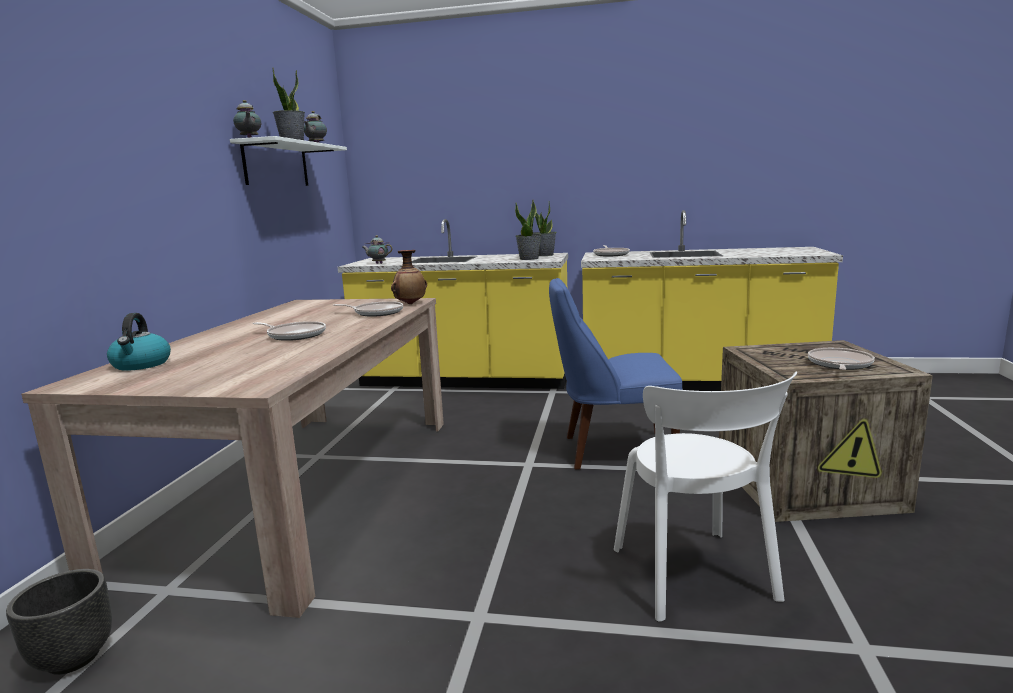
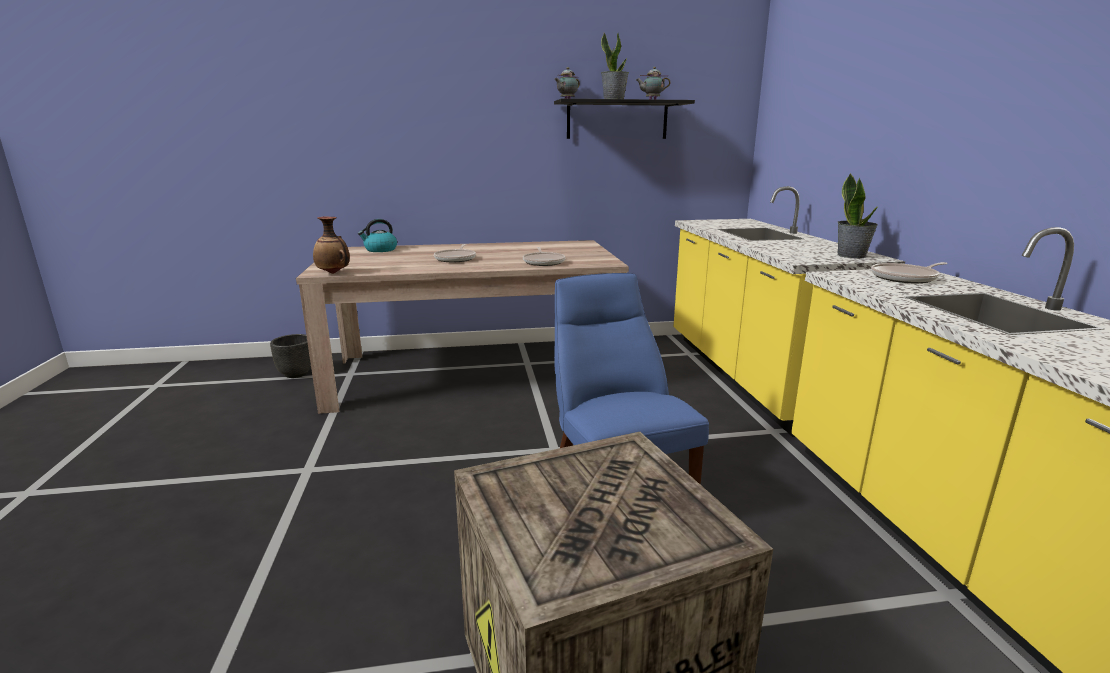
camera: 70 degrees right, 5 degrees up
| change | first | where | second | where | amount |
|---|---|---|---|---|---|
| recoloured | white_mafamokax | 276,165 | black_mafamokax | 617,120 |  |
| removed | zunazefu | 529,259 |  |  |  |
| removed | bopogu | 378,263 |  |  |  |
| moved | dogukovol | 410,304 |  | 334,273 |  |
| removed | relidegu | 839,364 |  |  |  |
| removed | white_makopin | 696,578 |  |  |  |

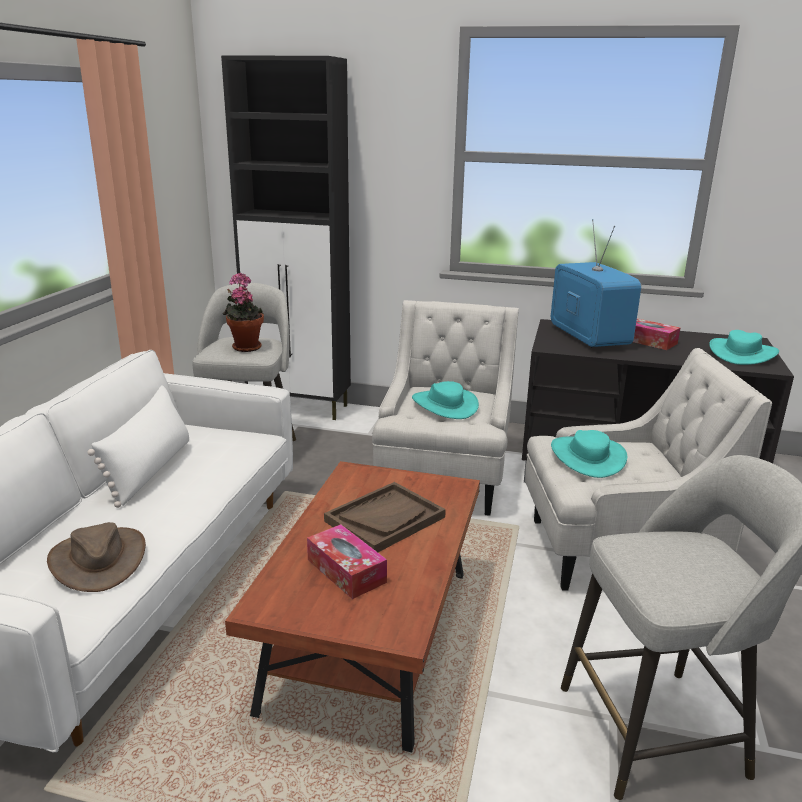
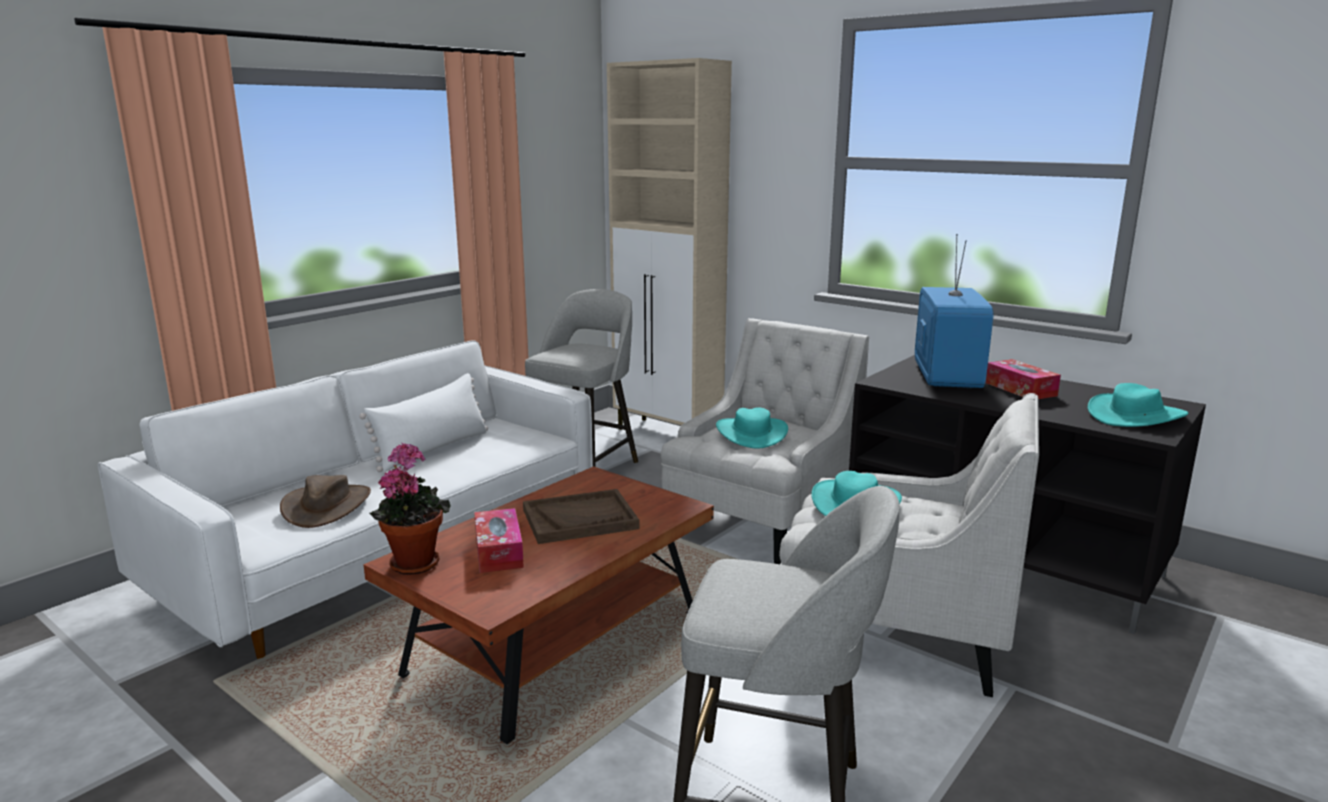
camera: 25 degrees right, 5 degrees down
| change | first | where | second | where | amount |
|---|---|---|---|---|---|
| recoloured | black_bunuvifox | 300,408 | beige_bunuvifox | 668,434 |  |
| moved | zunazefu | 245,347 |  | 414,561 |  |

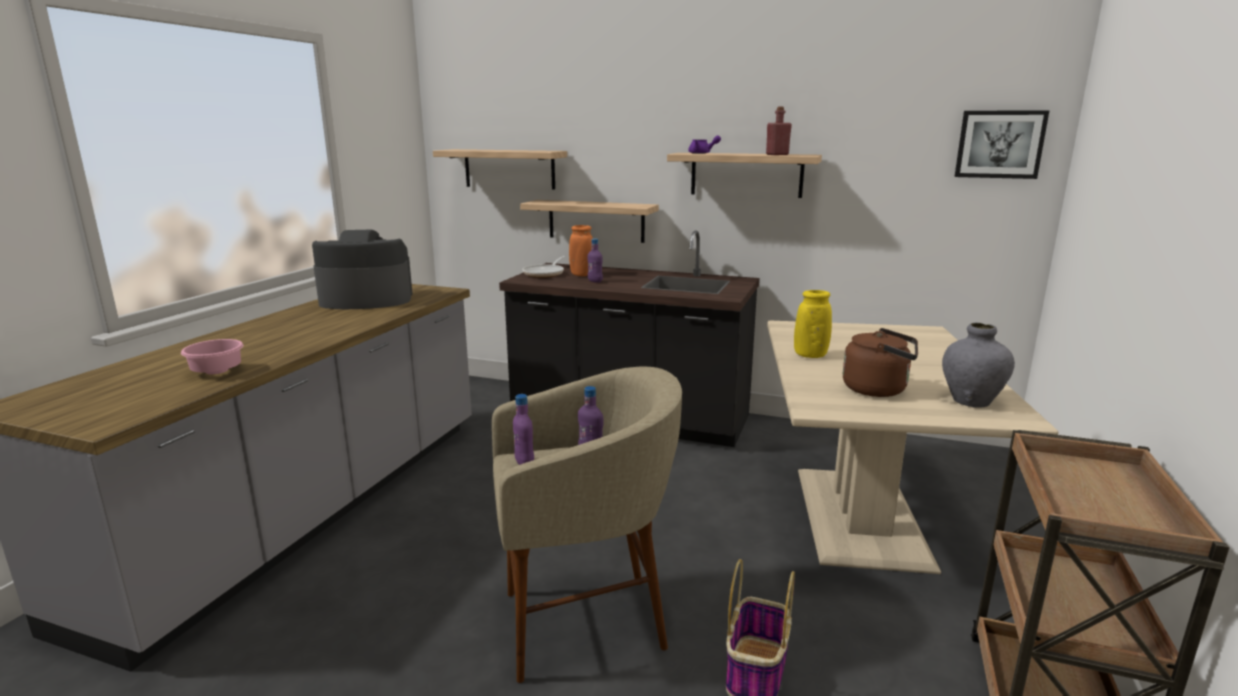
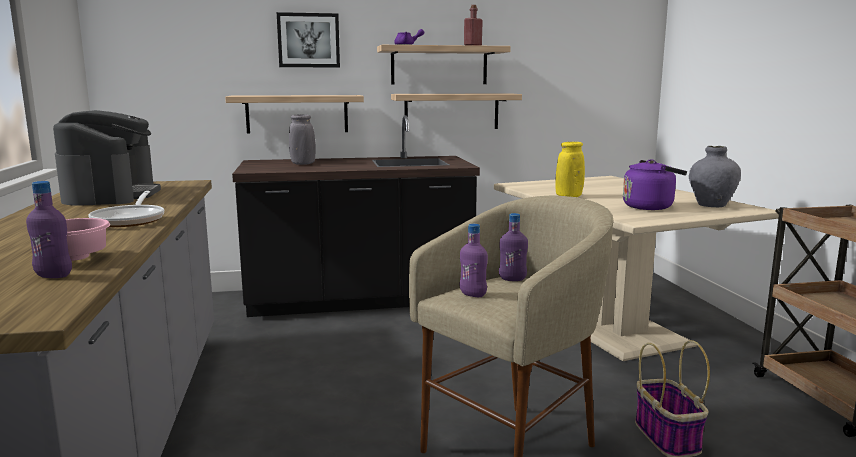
camera: 30 degrees left, 5 degrees down
| change | first | where | second | where | amount |
|---|---|---|---|---|---|
| moved | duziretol | 999,144 |  | 308,40 |  |
| moved | mafamokax | 509,169 |  | 451,111 |  |
| recoloured | orange_dogukovol | 582,275 | grey_dogukovol | 303,164 |  |
| turned | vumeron | 366,300 |  | 111,195 | 120 degrees clockwise |
| moved | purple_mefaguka | 595,281 |  | 54,276 |  |
| moved | relidegu | 545,273 |  | 130,220 |  |
| recoloured | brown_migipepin | 878,389 | purple_migipepin | 650,207 |  |

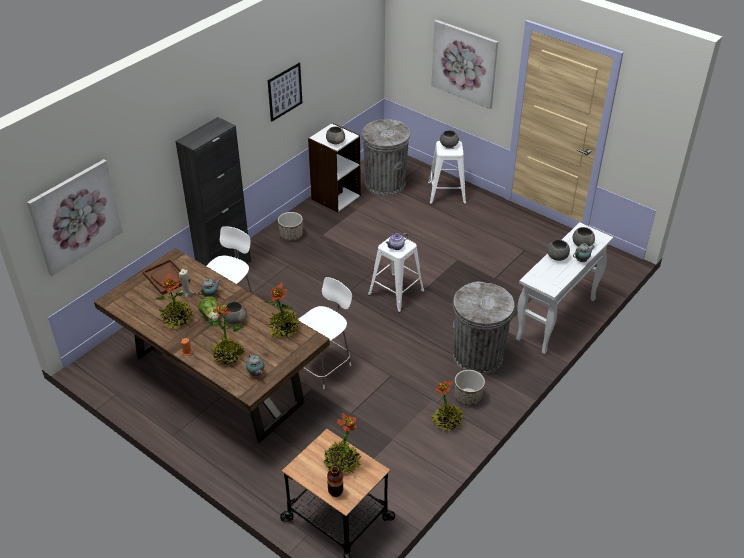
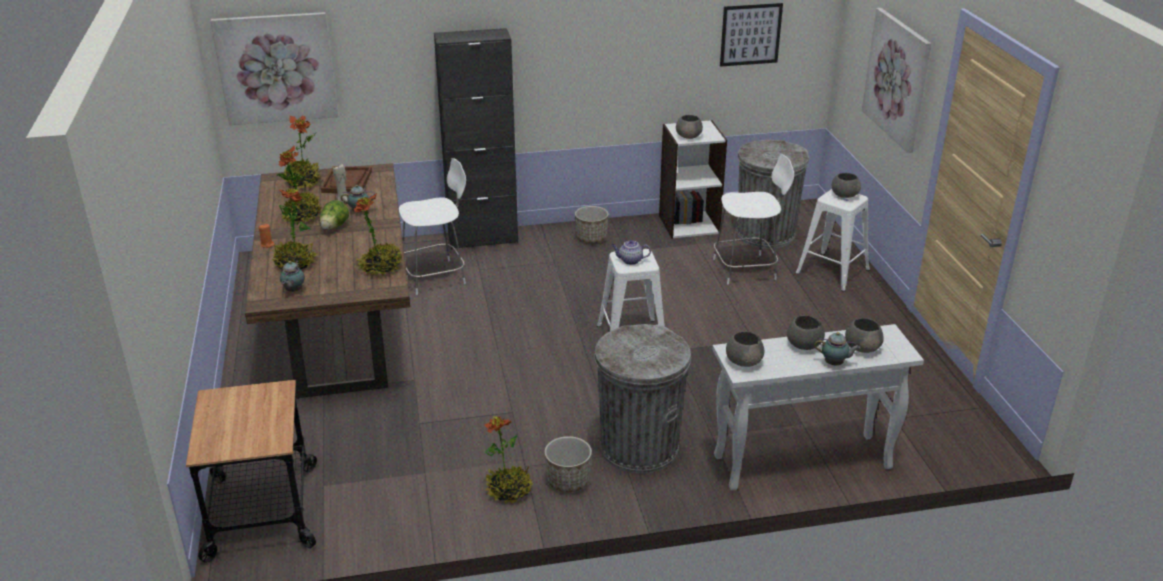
camera: 40 degrees right, 10 degrees down
| change | first | where | second | where | amount |
|---|---|---|---|---|---|
| moved | duziretol | 285,91 |  | 750,34 |  |
| moved | white_makopin | 324,366 |  | 747,269 |  |
| moved | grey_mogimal | 235,319 |  | 744,361 |  |
| moved | zunazefu | 341,463 |  | 303,182 |  |
| removed | dogukovol | 335,491 |  |  |  |

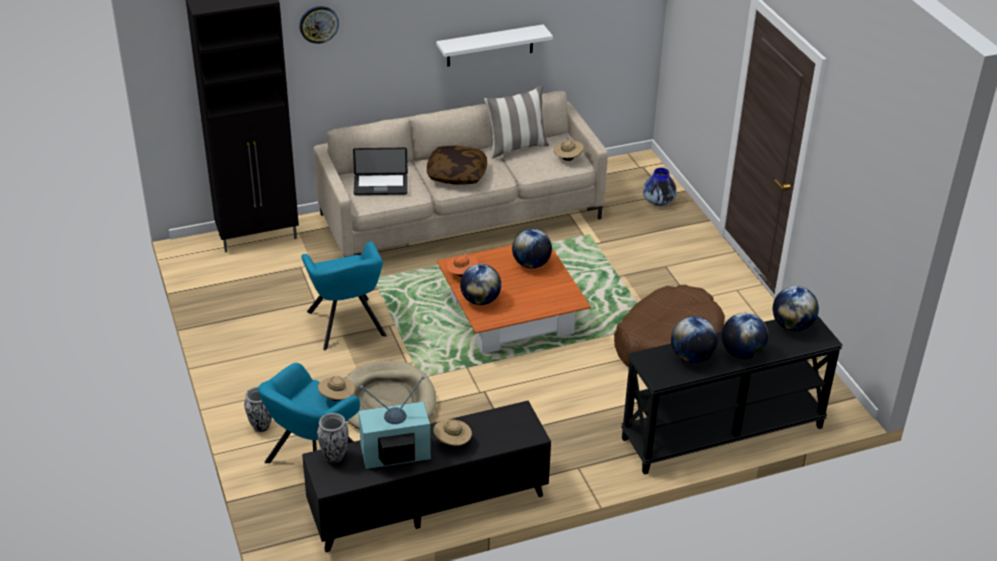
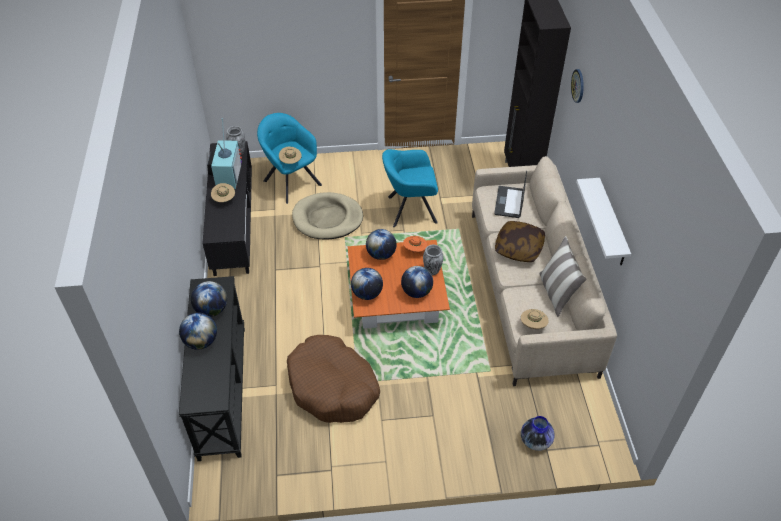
camera: 105 degrees right, 10 degrees up
| change | first | where | second | where | amount |
|---|---|---|---|---|---|
| moved | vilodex | 792,326 |  | 367,294 |  |
| moved | dogukovol | 261,426 |  | 432,271 |  |

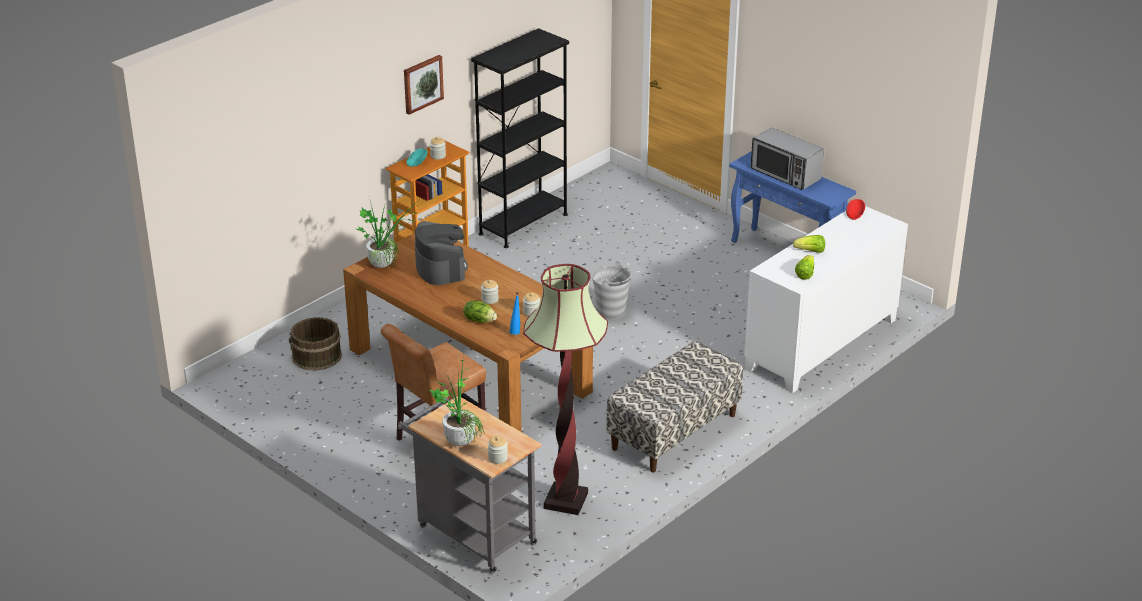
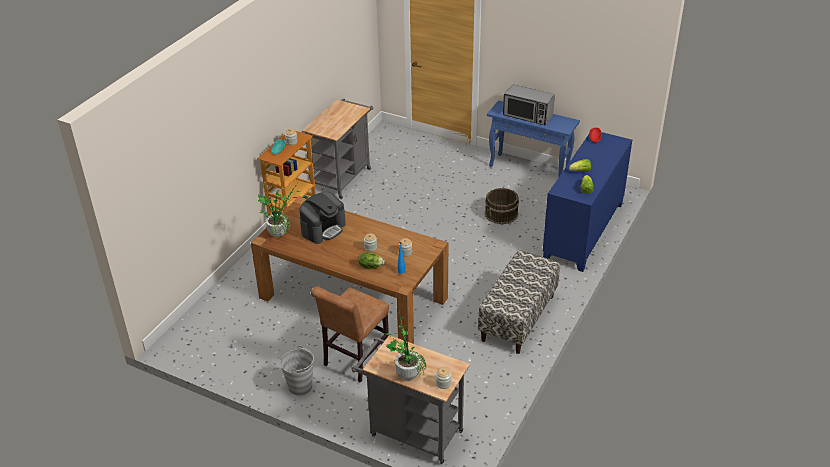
camera: 15 degrees left, 5 degrees up
| change | first | where | second | where | amount |
|---|---|---|---|---|---|
| replaced | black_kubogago | 523,224 | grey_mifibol | 343,177 |  |
| removed | duziretol | 422,84 |  |  |  |
| recoloured | white_bunuvifox | 822,344 | blue_bunuvifox | 584,231 |  |
| turned | vumeron | 440,268 |  | 323,229 | 75 degrees clockwise |
| moved | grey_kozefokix | 611,312 |  | 300,386 |  |
| removed | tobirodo | 565,500 |  |  |  |
| moved | brown_kozefokix | 316,356 |  | 501,214 |  |

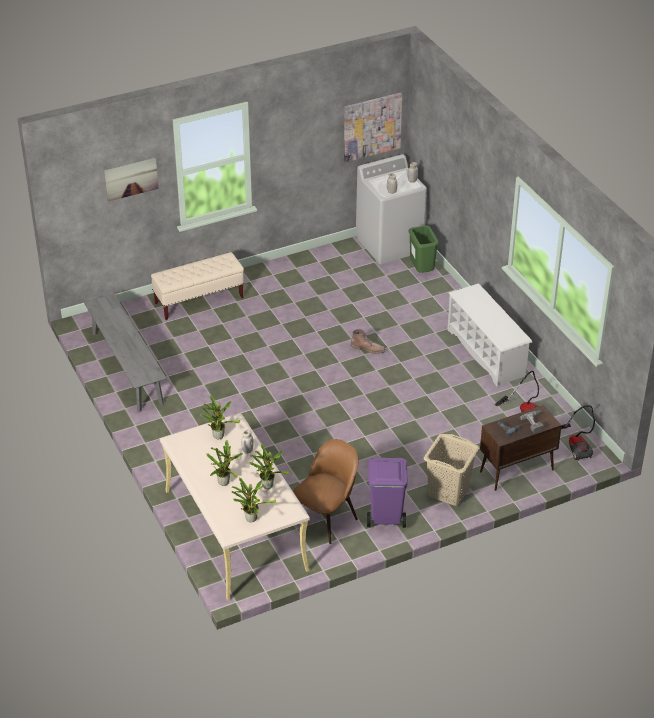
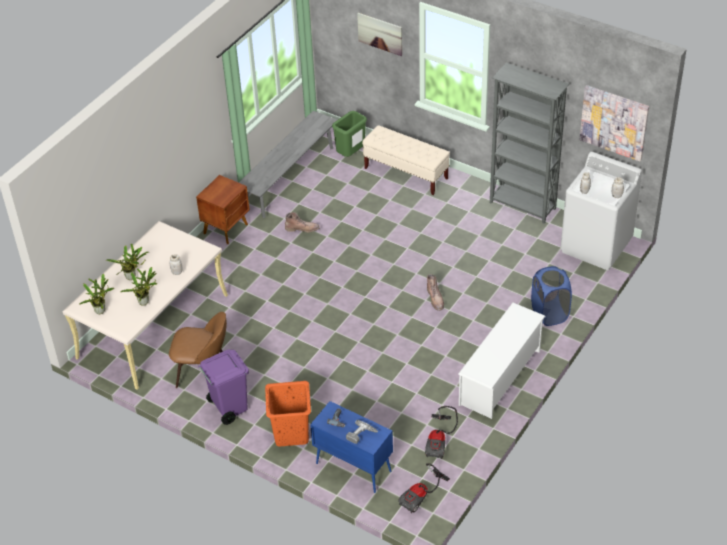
camera: 60 degrees right, 5 degrees up
| change | first | where | second | where | amount |
|---|---|---|---|---|---|
| moved | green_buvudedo | 422,271 |  | 351,155 |  |
| removed | zunazefu | 218,435 |  |  |  |
| recoloured | brown_bunuvifox | 516,471 | blue_bunuvifox | 352,467 |  |
| recoloured | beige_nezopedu | 448,491 | orange_nezopedu | 291,433 |  |
| added |  |  | grey_kubogago | 522,206 |  |
| added |  |  | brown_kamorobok | 226,228 |  |
| added |  |  | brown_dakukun | 302,228 |  |
| added |  |  | blue_nezopedu | 549,314 |  |

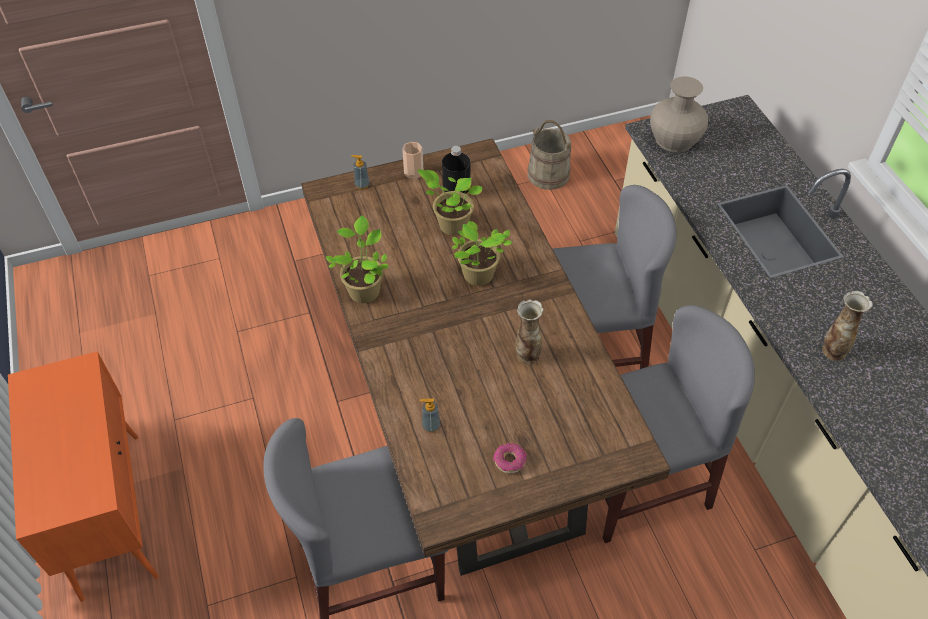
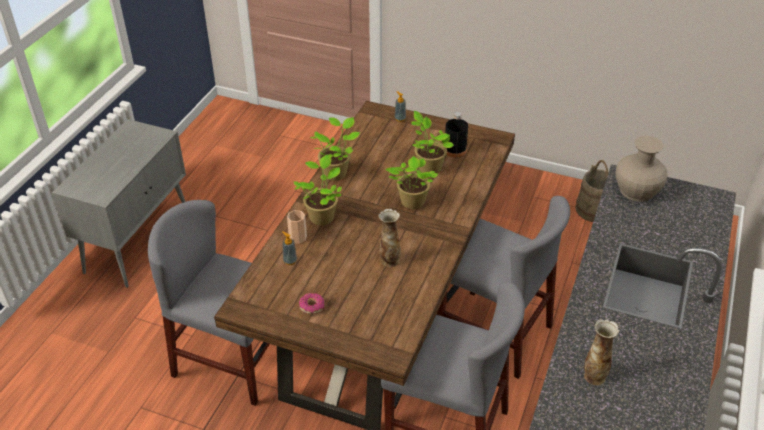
camera: 40 degrees right, 10 degrees down
| change | first | where | second | where | amount |
|---|---|---|---|---|---|
| moved | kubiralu | 413,172 |  | 297,237 |  |
| recoloured | orange_bunuvifox | 110,512 | grey_bunuvifox | 138,241 |  |
| added |  |  | zunazefu | 322,216 |  |

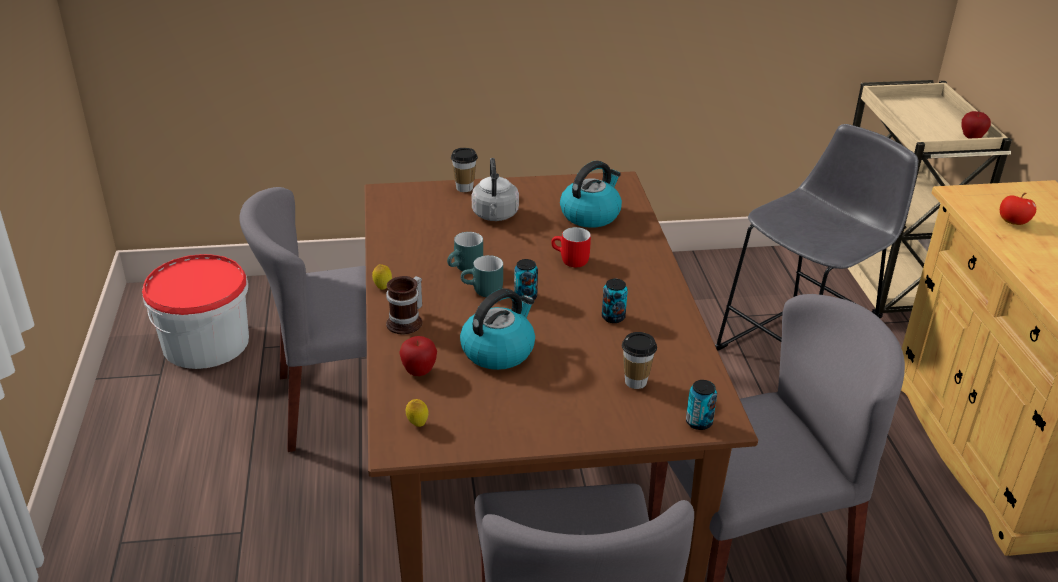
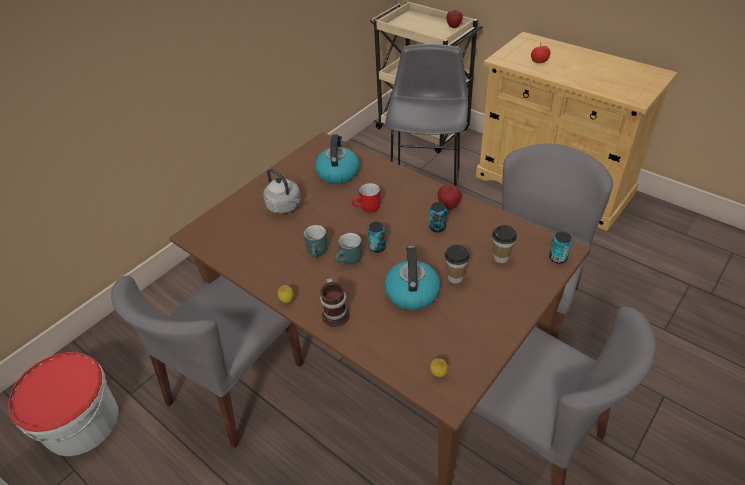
camera: 40 degrees left, 10 degrees up
| change | first | where | second | where | amount |
|---|---|---|---|---|---|
| moved | kubiralu | 464,188 |  | 455,277 |  |
| moved | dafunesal | 419,372 |  | 448,206 |  |

